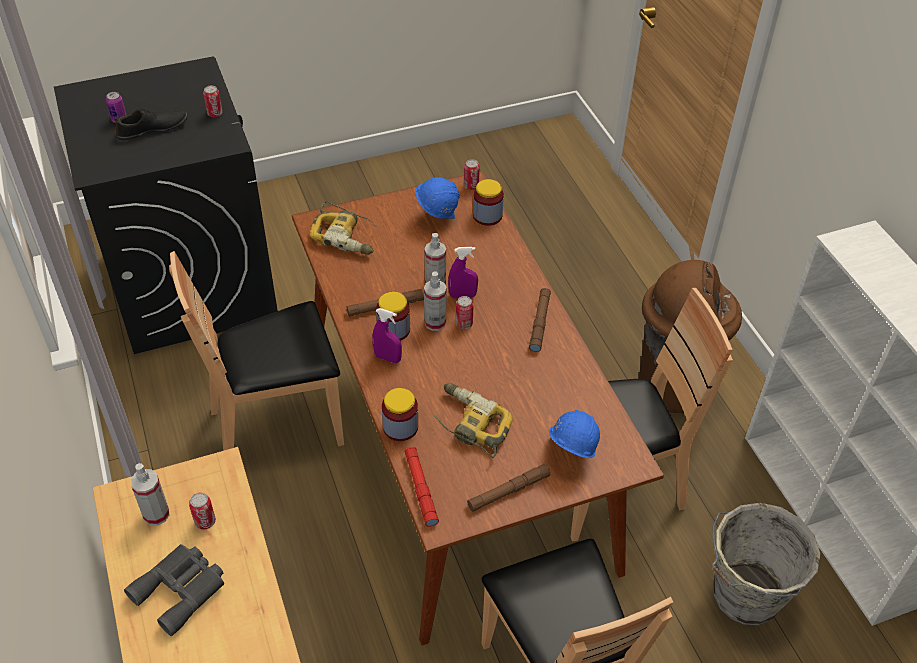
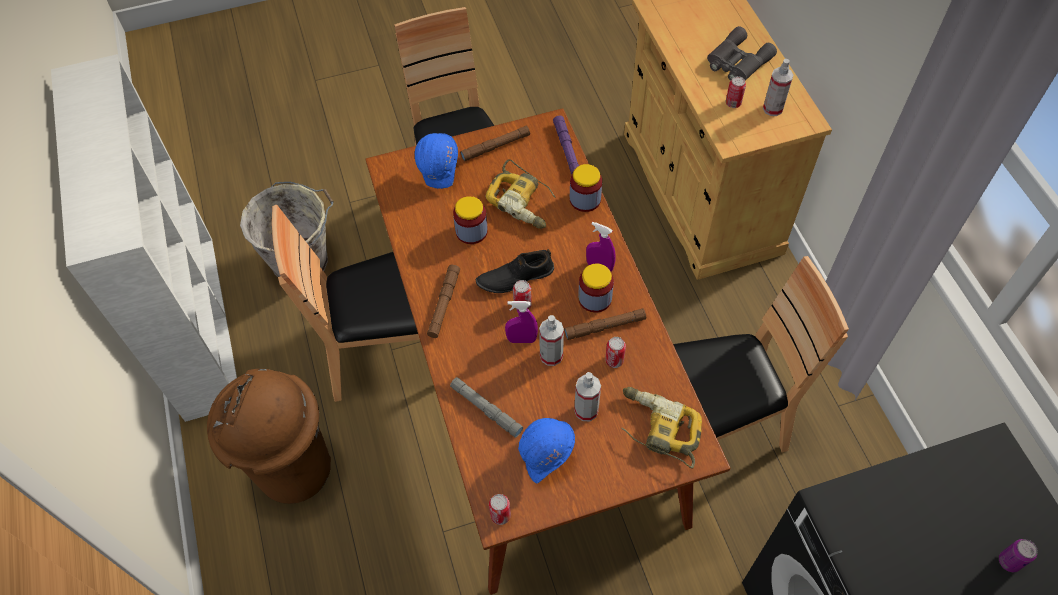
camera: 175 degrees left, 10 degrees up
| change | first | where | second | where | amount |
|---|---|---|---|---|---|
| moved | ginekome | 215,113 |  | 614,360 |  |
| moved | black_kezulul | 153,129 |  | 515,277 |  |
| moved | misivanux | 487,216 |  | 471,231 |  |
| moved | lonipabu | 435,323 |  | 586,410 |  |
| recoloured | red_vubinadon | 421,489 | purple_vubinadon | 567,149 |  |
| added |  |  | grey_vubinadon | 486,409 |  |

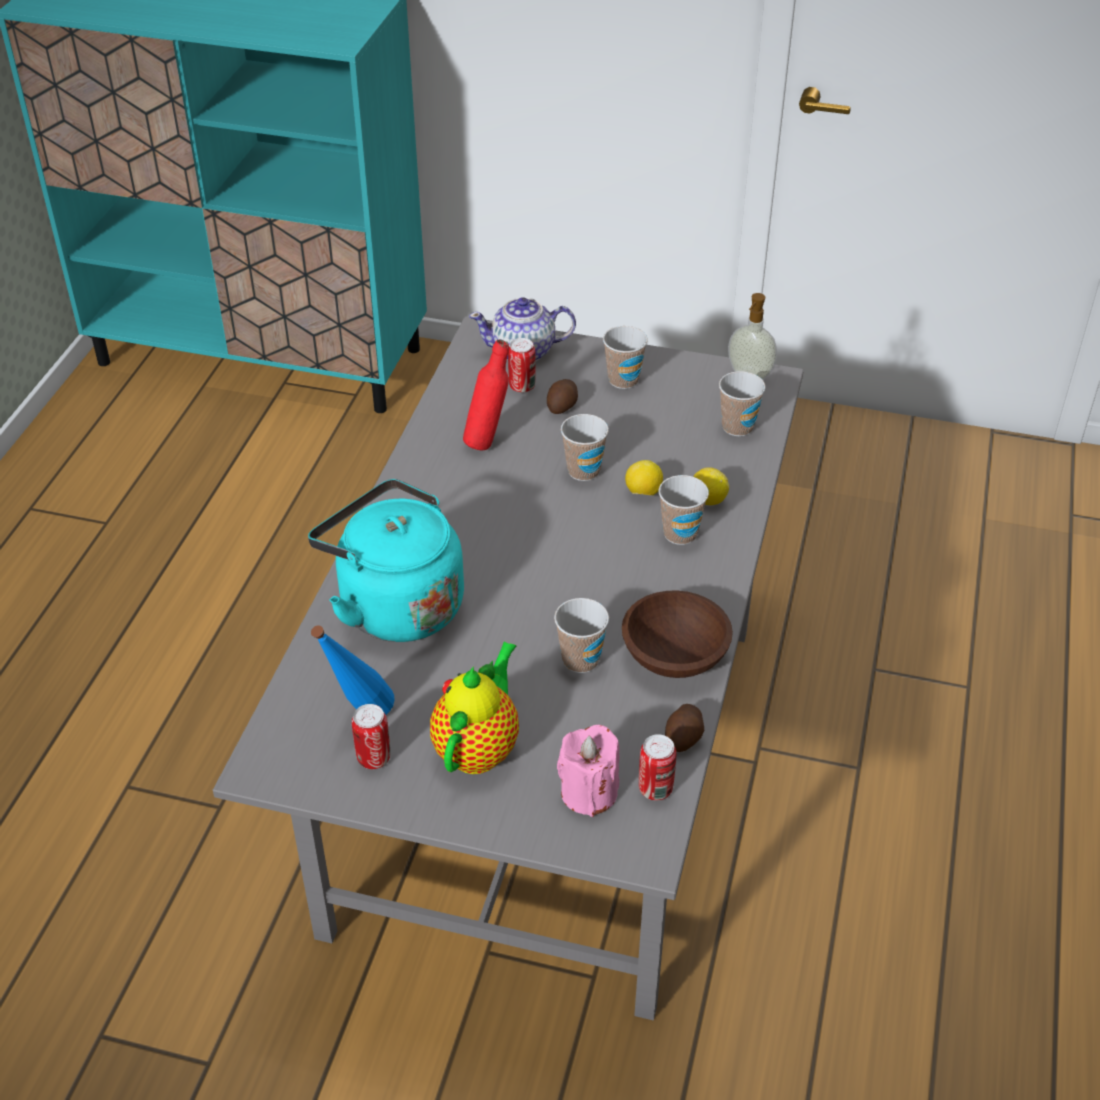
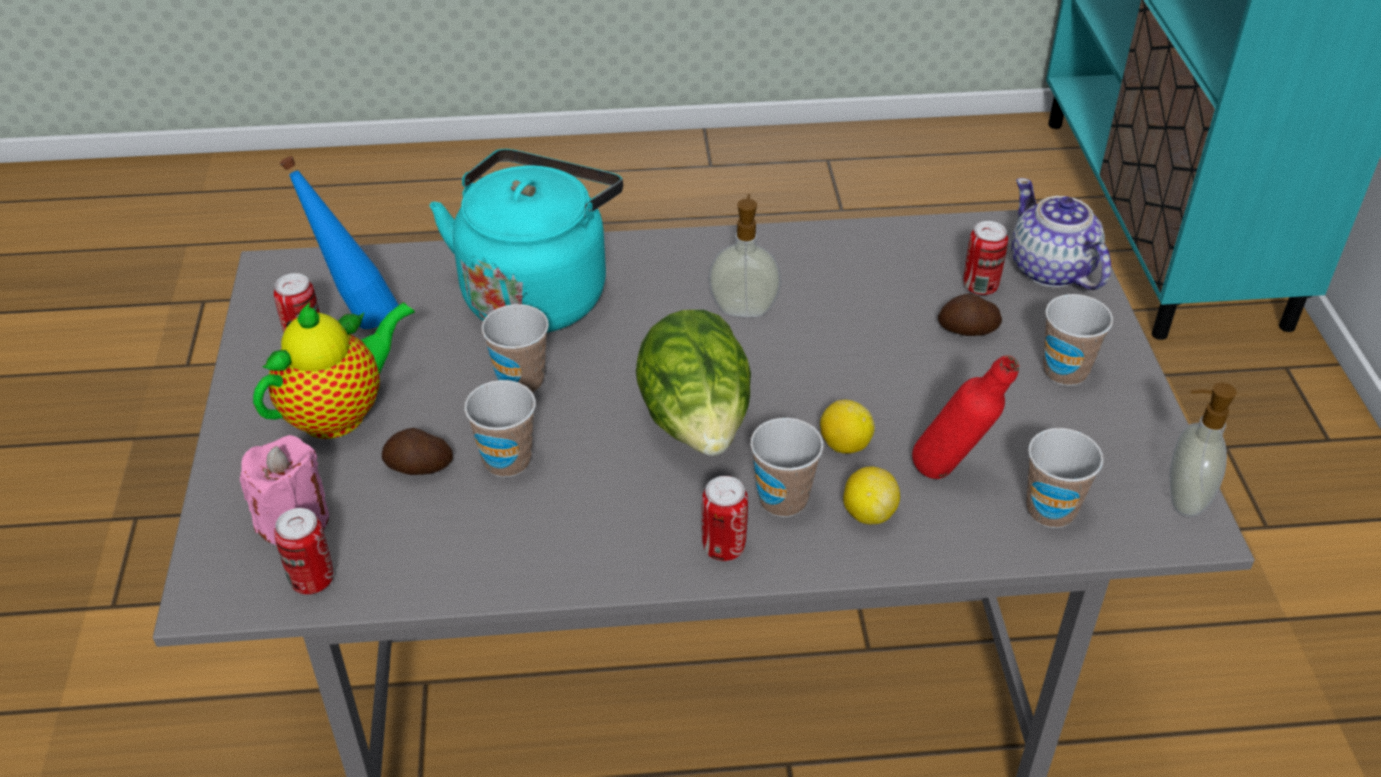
camera: 70 degrees right, 0 degrees up
| change | first | where | second | where | amount |
|---|---|---|---|---|---|
| moved | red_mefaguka | 488,441 |  | 952,475 |  |
| moved | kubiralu | 583,471 |  | 521,382 |  |
| removed | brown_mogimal | 675,654 |  |  |  |
| turned | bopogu | 479,748 |  | 340,413 | 45 degrees counterclockwise |
| moved | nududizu | 684,737 |  | 418,467 |  |
| added |  |  | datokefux | 743,309 |  |
| added |  |  | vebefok | 696,424 |  |
| added |  |  | ginekome | 723,547 |  |

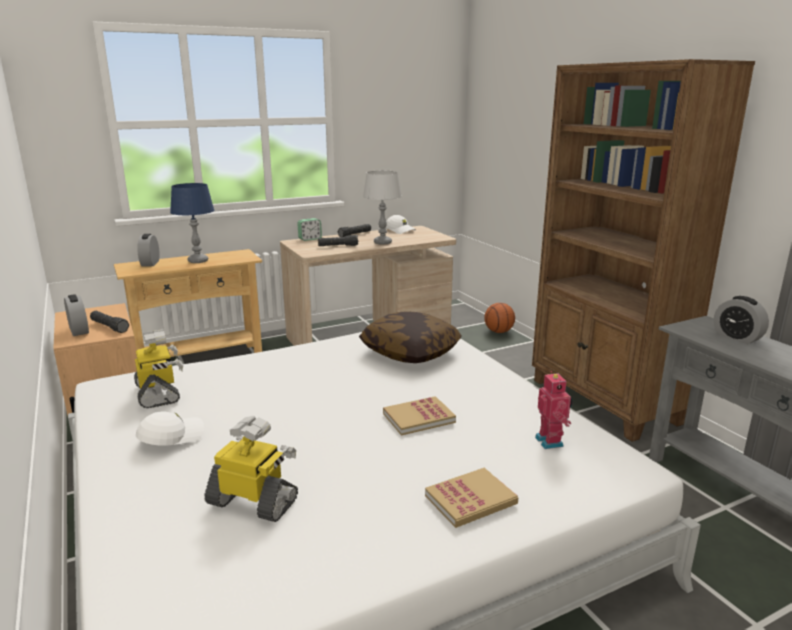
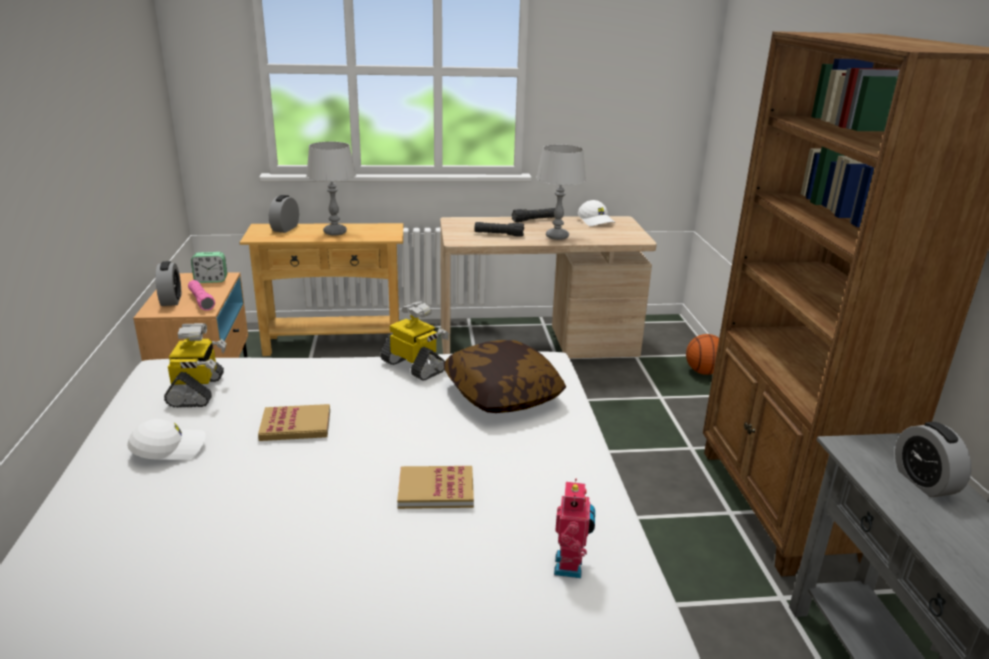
camera: 20 degrees right, 5 degrees up
| change | first | where | second | where | amount |
|---|---|---|---|---|---|
| recoloured | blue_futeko | 198,261 | grey_futeko | 335,232 |  |
| moved | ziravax | 310,239 |  | 211,280 |  |
| recoloured | black_vubinadon | 109,327 | pink_vubinadon | 201,301 |  |
| moved | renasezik | 254,501 |  | 415,366 |  |
| moved | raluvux | 470,500 |  | 295,425 |  |

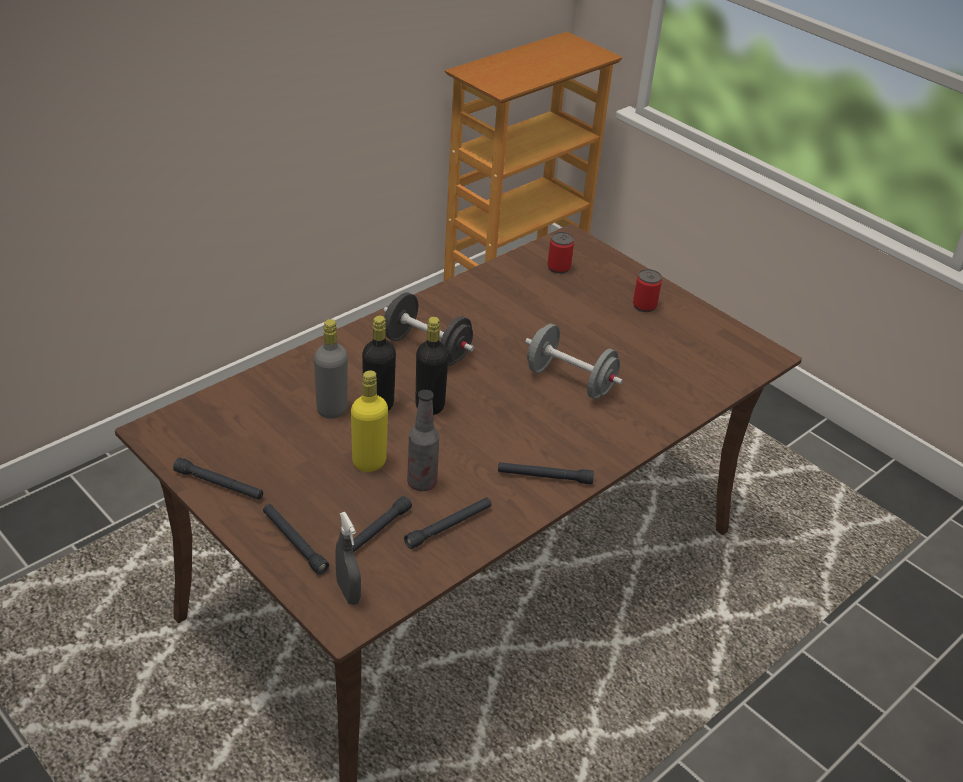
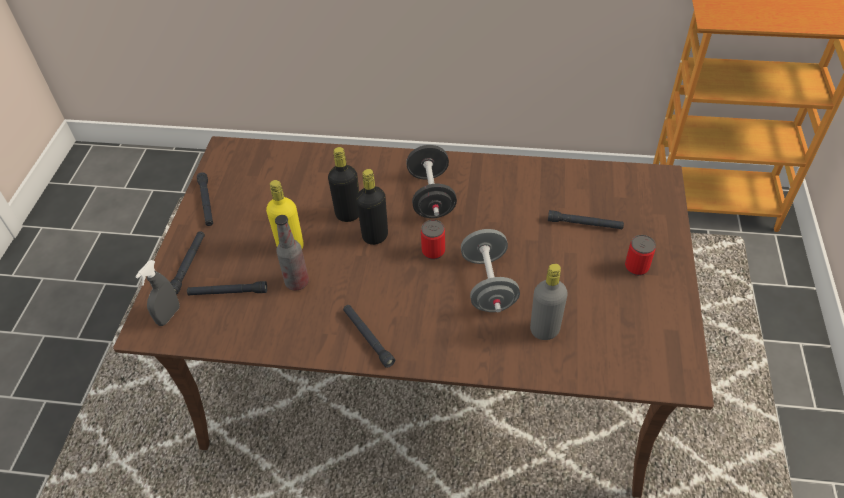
camera: 55 degrees right, 10 degrees up
| change | first | where | second | where | amount |
|---|---|---|---|---|---|
| moved | ginekome | 558,267 |  | 433,251 |  |
| moved | grey_mefaguka | 332,409 |  | 544,330 |  |
| moved | black_vubinadon | 449,526 |  | 584,224 |  |

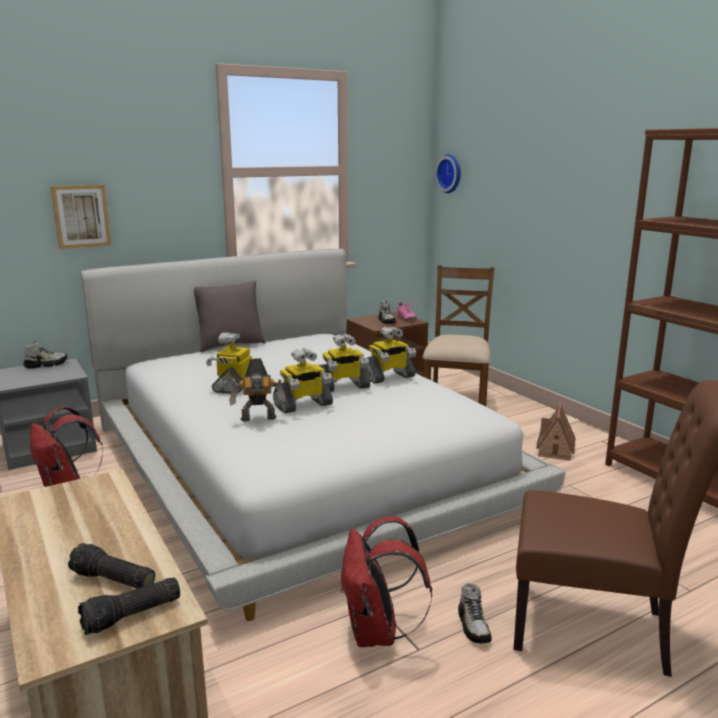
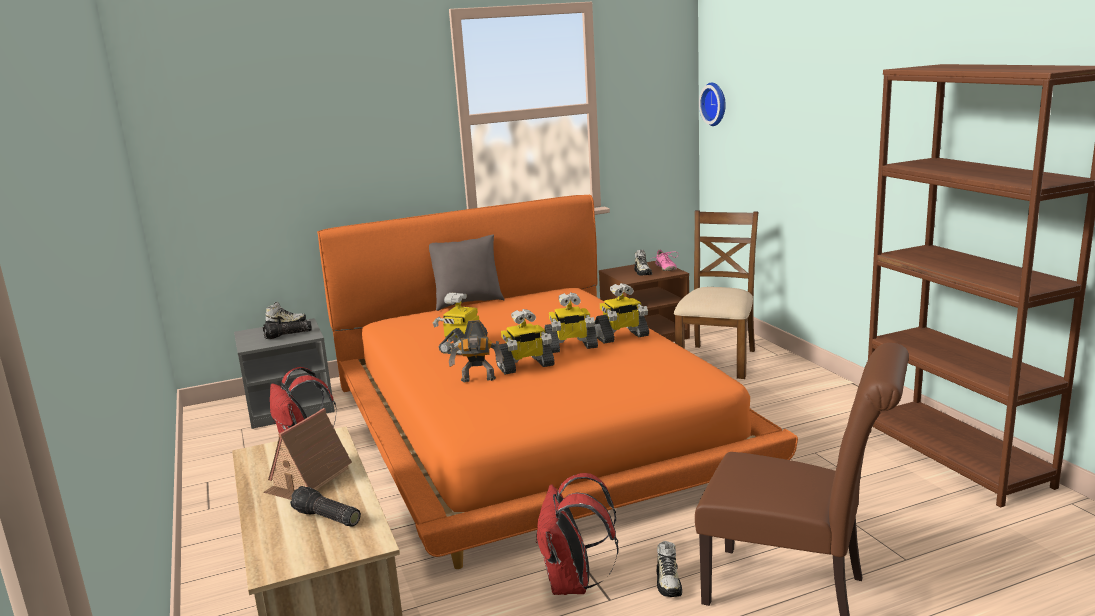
camera: 10 degrees right, 0 degrees up
| change | first | where | second | where | amount |
|---|---|---|---|---|---|
| removed | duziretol | 81,216 |  |  |  |
| recoloured | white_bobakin | 299,462 | orange_bobakin | 532,425 |  |
| moved | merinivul | 555,448 |  | 308,479 |  |
| moved | vubinadon | 132,616 |  | 288,335 |  |

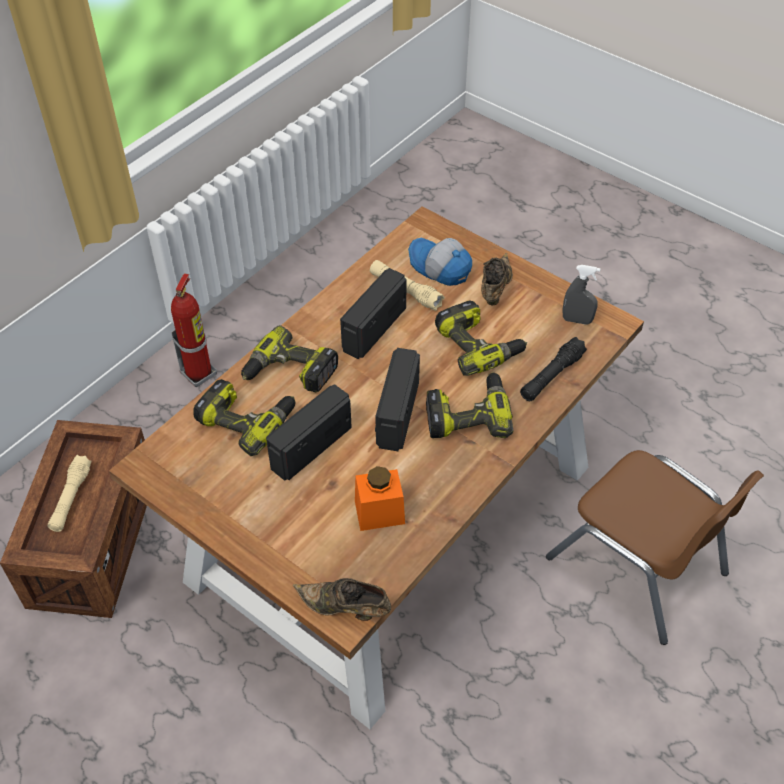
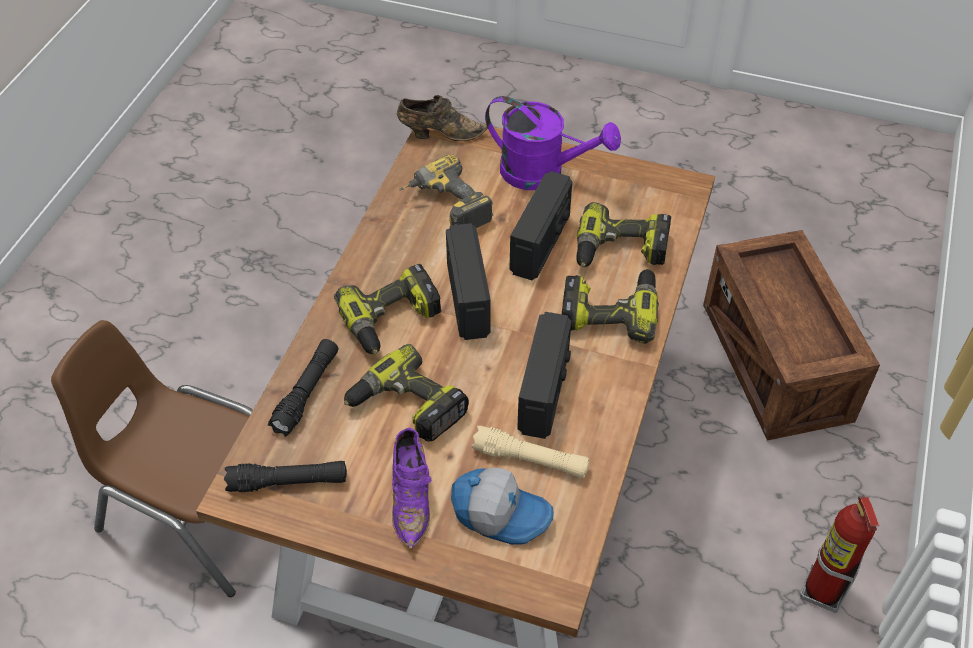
camera: 160 degrees right, 0 degrees up
| change | first | where | second | where | amount |
|---|---|---|---|---|---|
| recoloured | brown_kezulul | 495,290 | purple_kezulul | 411,498 |  |
| replaced | grey_lonipabu | 577,320 | black_vubinadon | 288,482 |  |
| removed | beige_vubinadon | 71,498 |  |  |  |
| replaced | orange_misivanux | 379,512 | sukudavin | 444,207 |  |
| added |  |  | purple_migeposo | 543,173 |  |

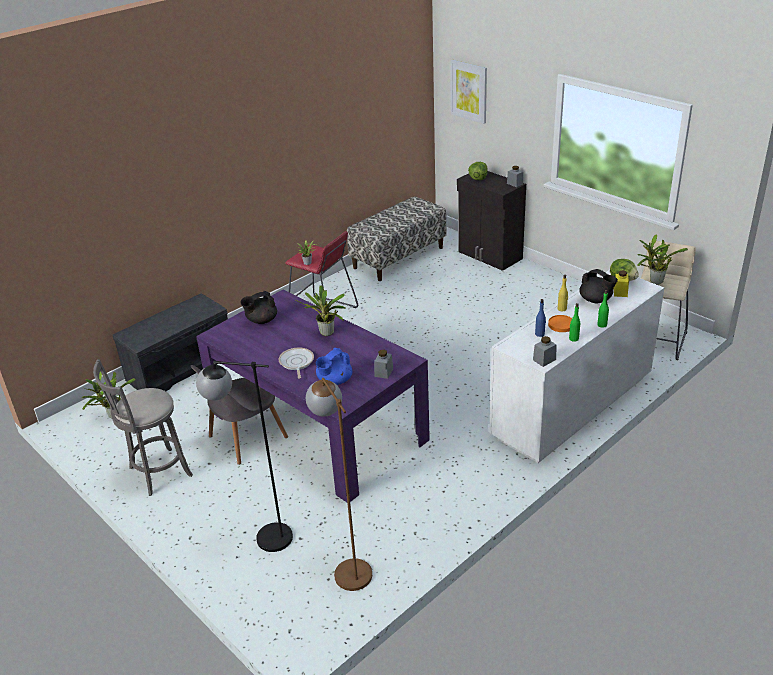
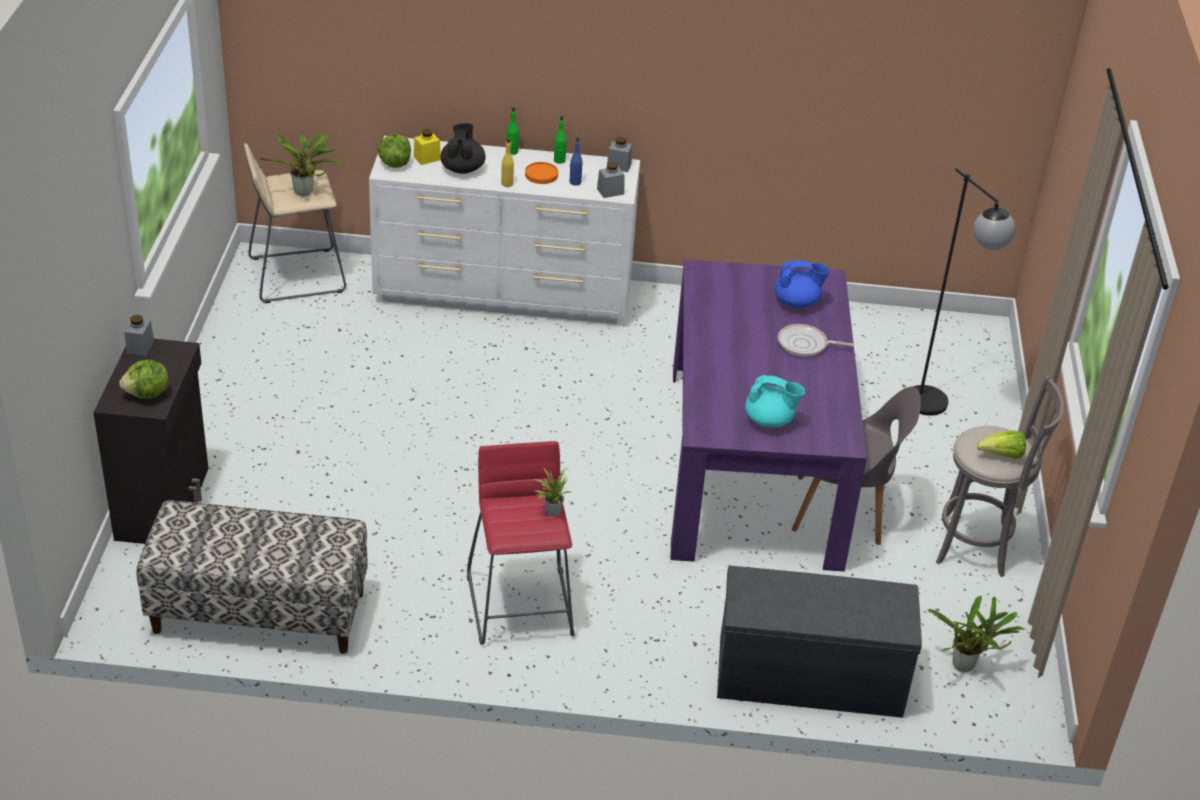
camera: 135 degrees left, 5 degrees up
| change | first | where | second | where | amount |
|---|---|---|---|---|---|
| removed | duziretol | 469,91 |  |  |  |
| removed | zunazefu | 327,334 |  |  |  |
| recoloured | black_bopogu | 261,320 | turquoise_bopogu | 770,420 |  |
| turned | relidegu | 296,363 |  | 805,344 | 60 degrees clockwise |
| moved | grey_misivanux | 383,372 |  | 610,191 |  |
| removed | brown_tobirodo | 347,566 |  |  |  |
| added |  |  | vebefok | 1001,456 |  |

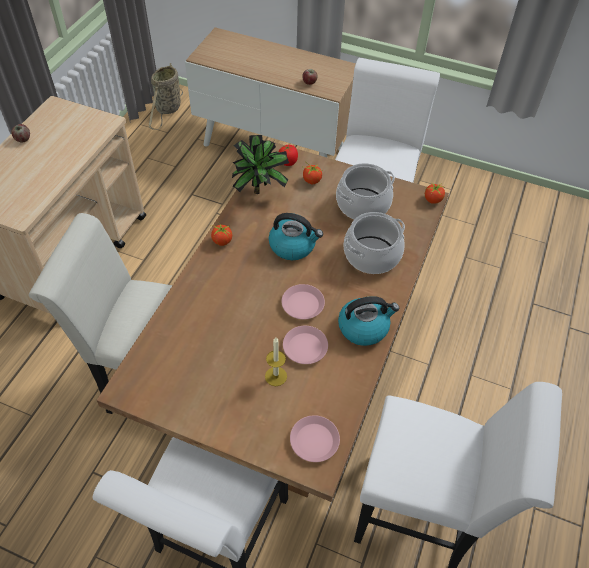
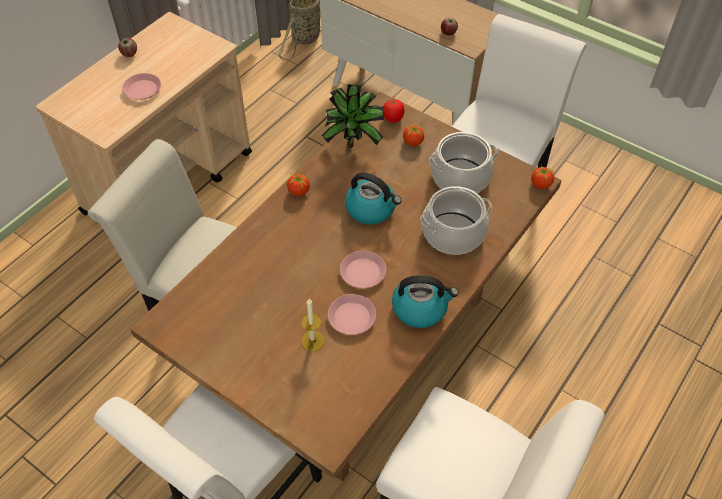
camera: 15 degrees right, 0 degrees up
| change | first | where | second | where | amount |
|---|---|---|---|---|---|
| moved | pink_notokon | 314,441 |  | 142,90 |  |

